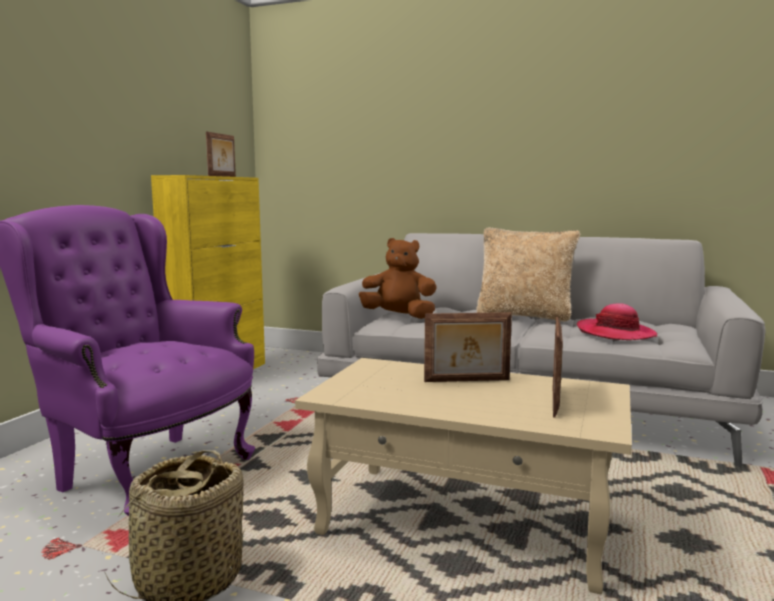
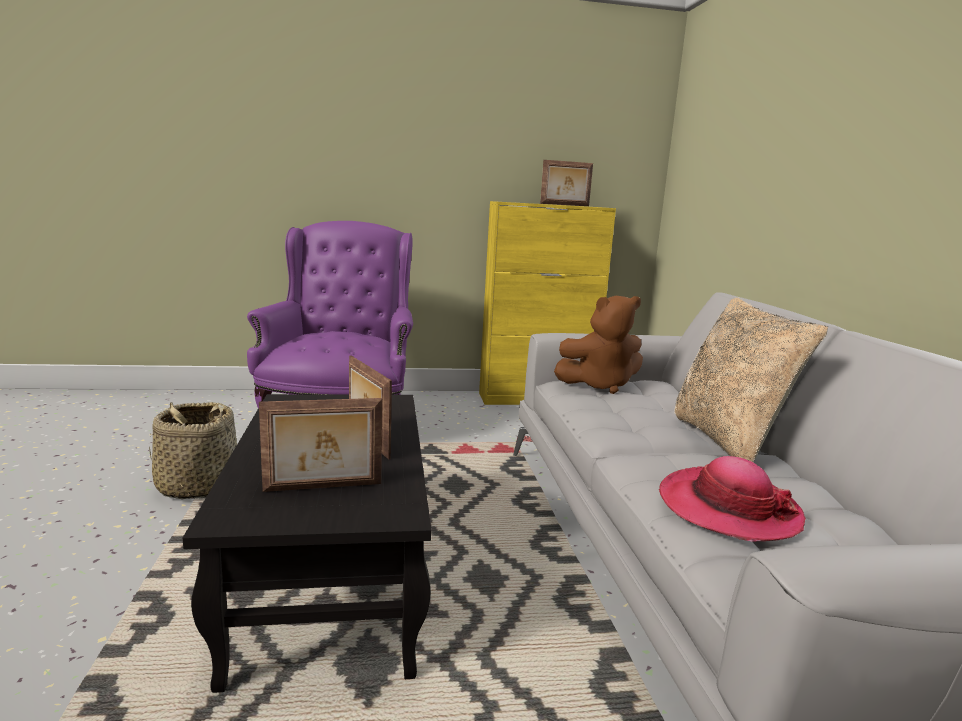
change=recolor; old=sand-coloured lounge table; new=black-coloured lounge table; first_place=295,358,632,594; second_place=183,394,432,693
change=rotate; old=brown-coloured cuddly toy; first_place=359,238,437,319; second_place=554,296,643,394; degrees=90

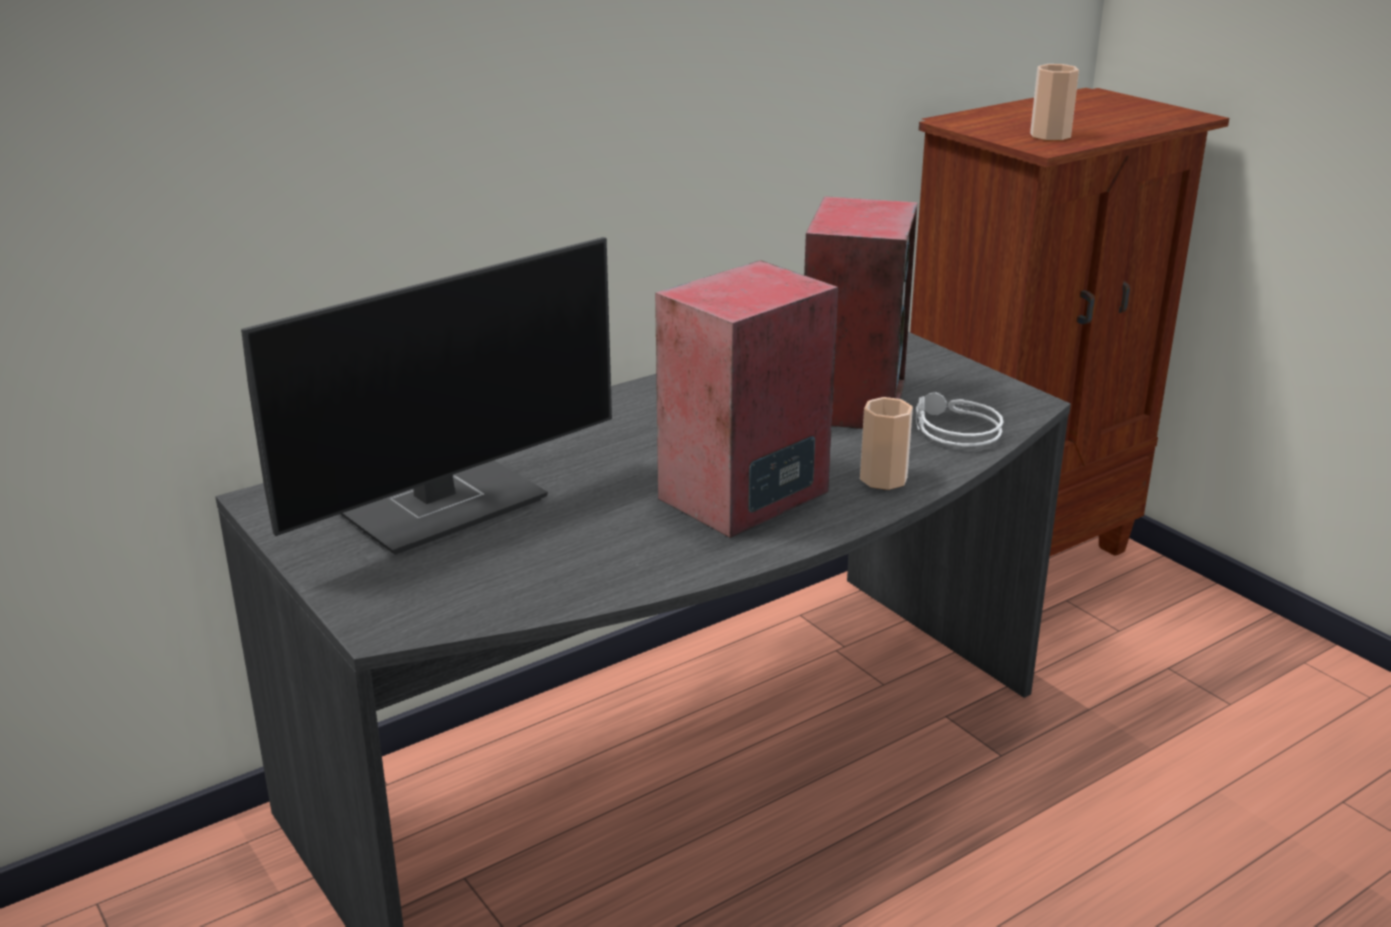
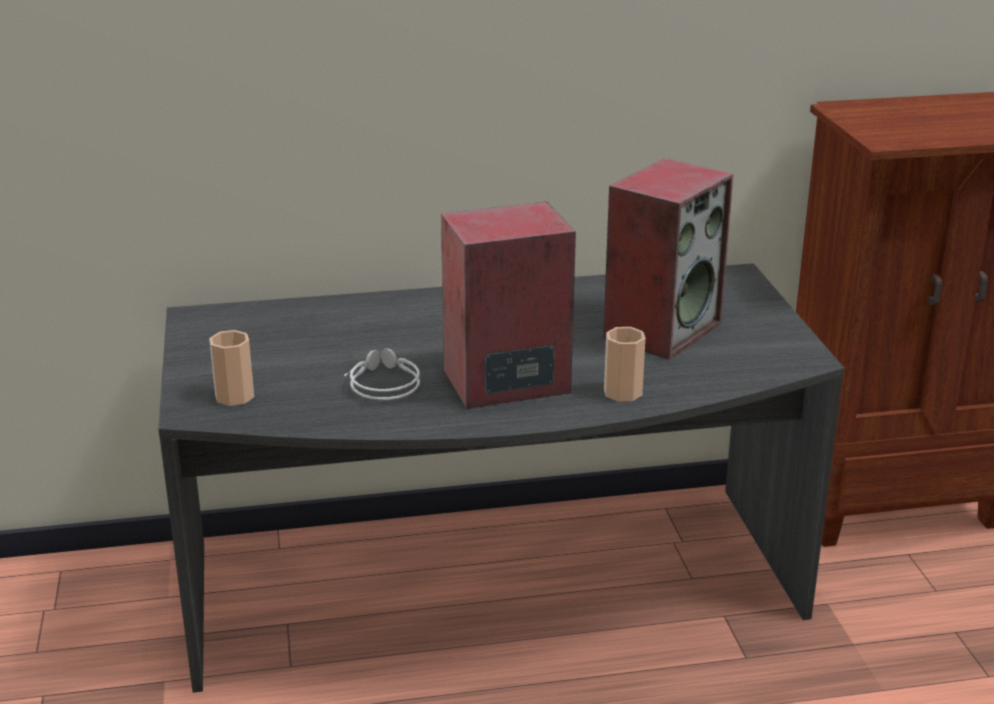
change=delete; old=monitor; first_place=241,237,612,555
change=move; old=greyish headset; first_place=916,392,1004,447; second_place=344,348,420,400
change=move; old=cup; first_place=1030,64,1079,141; second_place=209,330,254,406

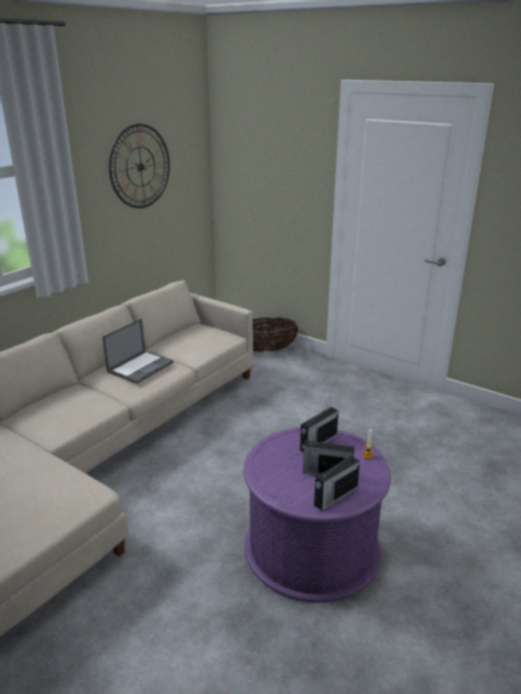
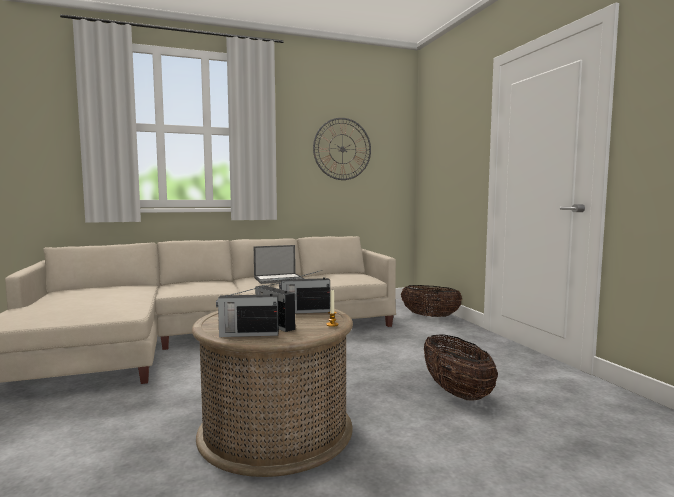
change=recolor; old=purple lounge table; new=brown-coloured lounge table; first_place=243,427,391,603; second_place=192,309,353,477
change=insert; new=basket; second_place=424,334,498,401

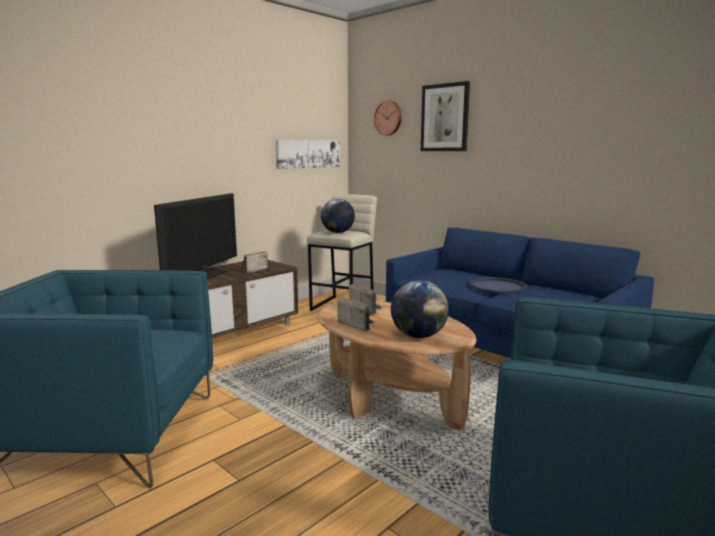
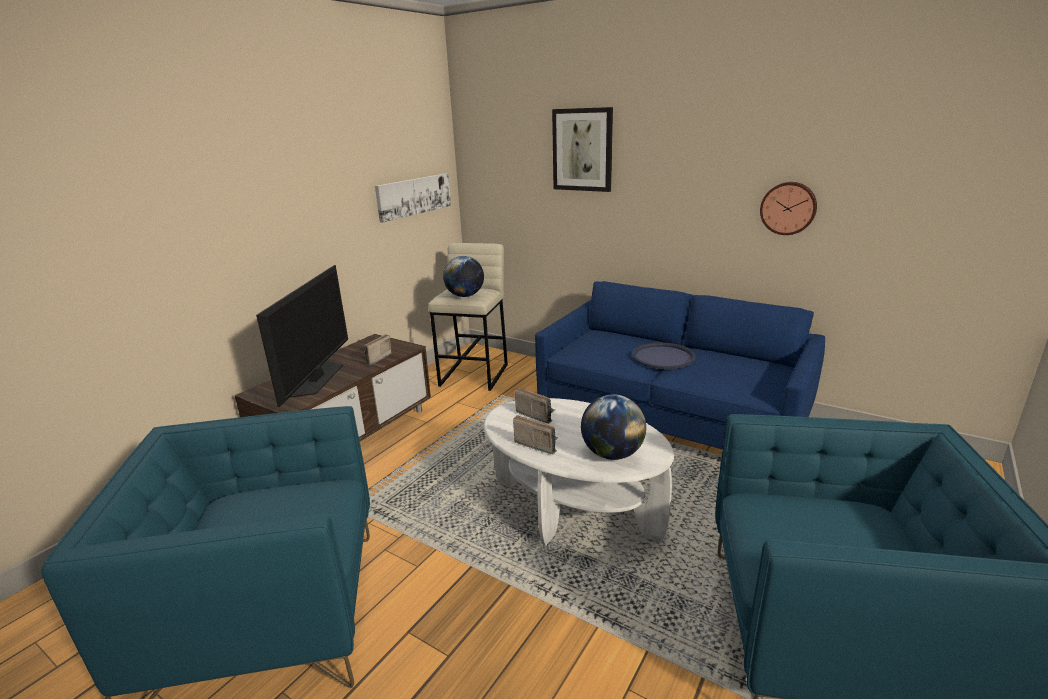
change=recolor; old=brown-coloured lounge table; new=white-coloured lounge table; first_place=317,301,476,430; second_place=483,398,674,545
change=move; old=clock on the wall; first_place=373,100,402,135; second_place=760,182,817,235

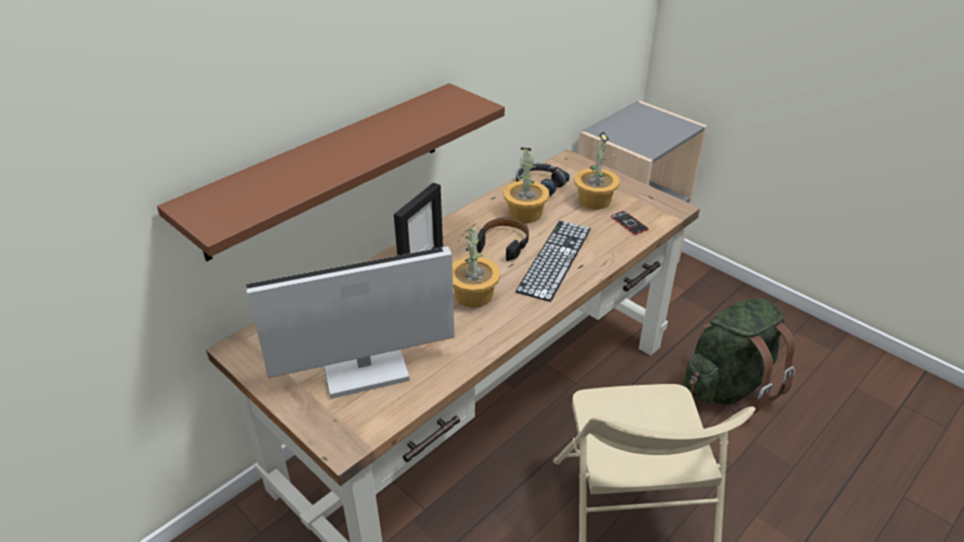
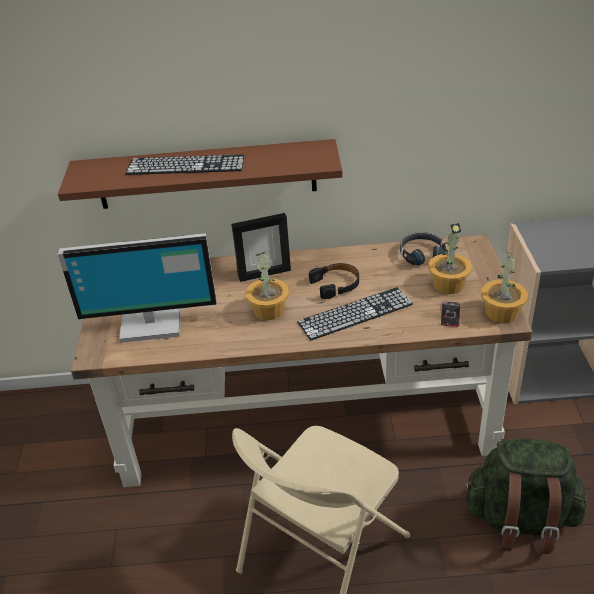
change=rotate; old=monitor; first_place=246,246,454,399; second_place=58,233,217,343; degrees=150
change=move; old=houseplant; first_place=503,148,549,223; second_place=481,251,528,323
change=insert; new=PC keyboard; second_place=126,155,245,175

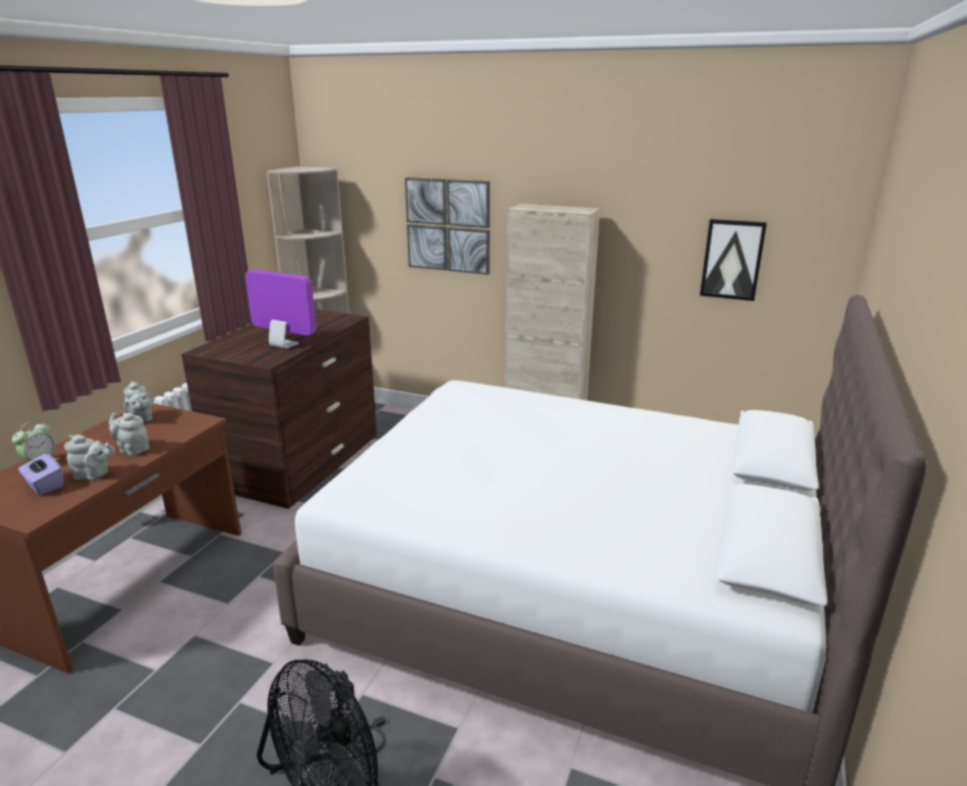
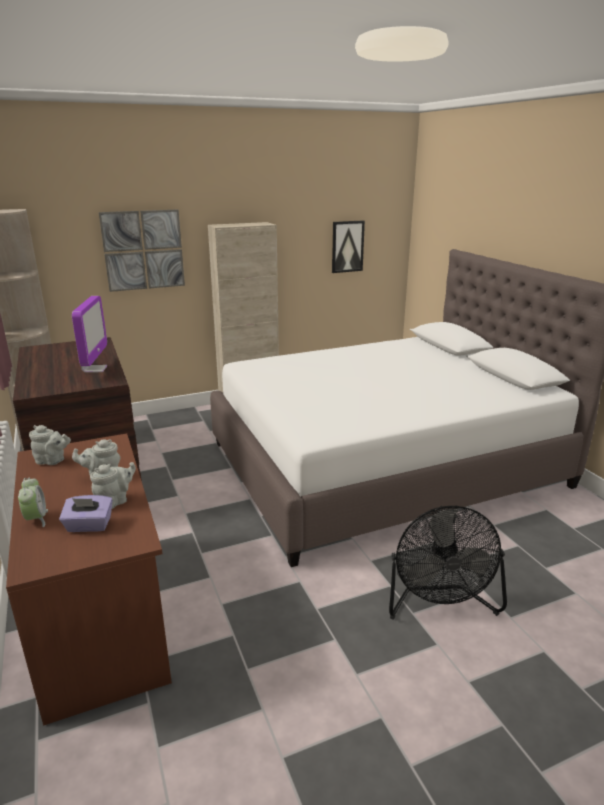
change=rotate; old=monitor; first_place=245,269,316,349; second_place=72,296,107,373; degrees=105

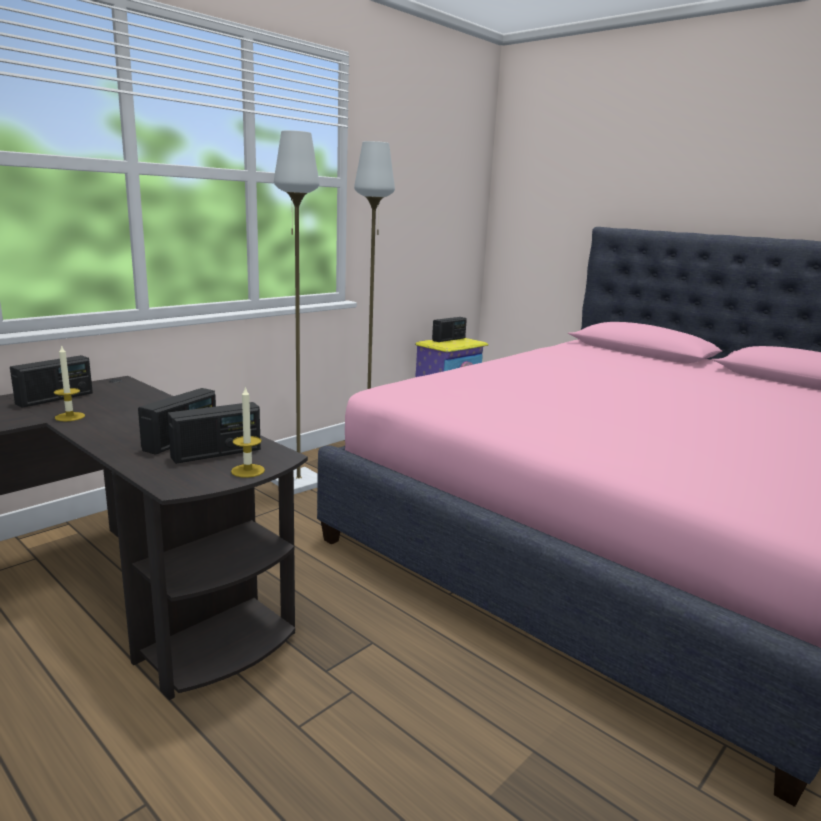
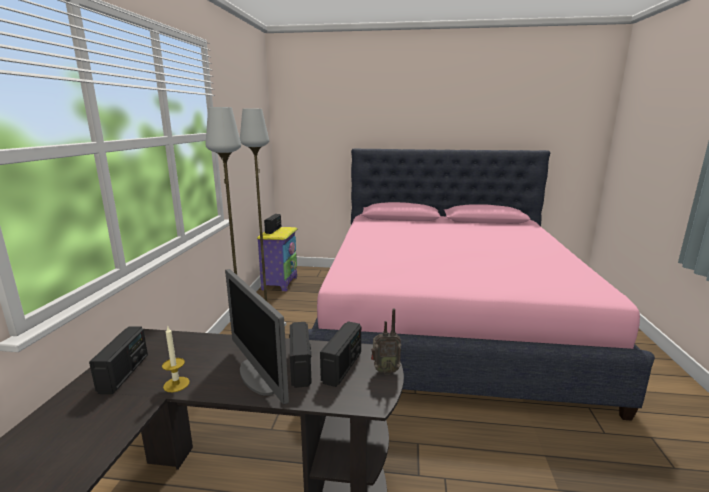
change=replace; old=candle; new=radio set; first_place=231,386,265,478; second_place=371,308,401,375
change=insert; new=monitor; second_place=225,269,289,405

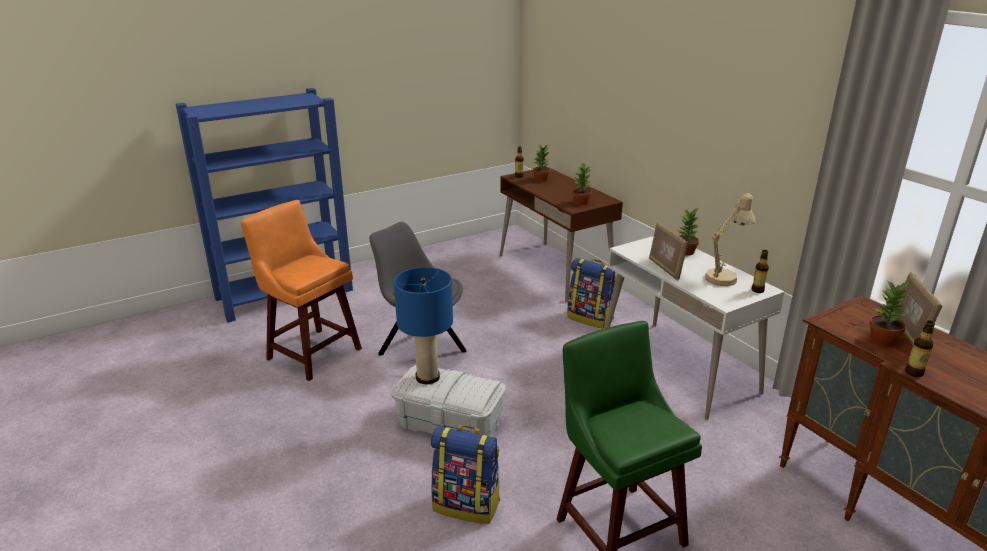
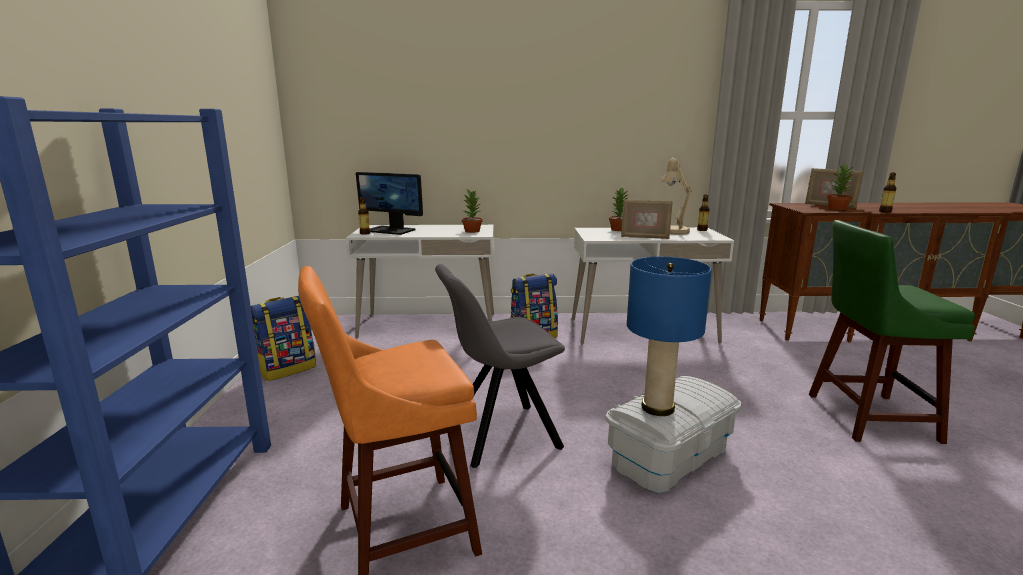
change=move; old=knapsack; first_place=431,425,500,524; second_place=251,296,316,381
change=recolor; old=brown-coloured desk; new=white-coloured desk; first_place=500,167,623,302; second_place=346,225,494,338
change=replace; old=houseplant; new=monitor; first_place=533,144,551,182; second_place=356,172,423,235

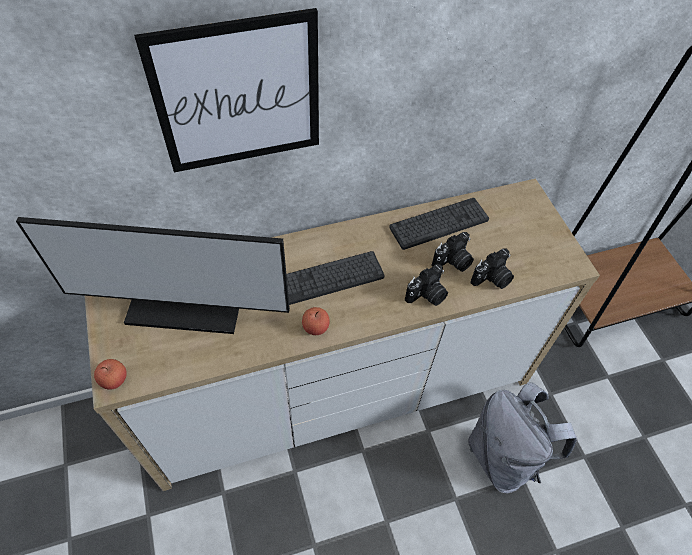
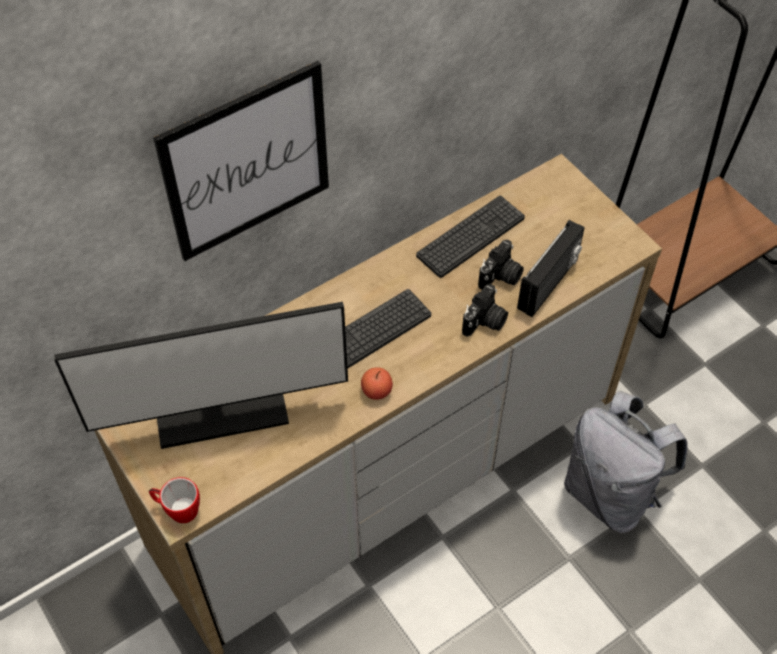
change=replace; old=apple fruit; new=tea mug; first_place=94,359,127,390; second_place=149,477,200,523
change=replace; old=photo camera; new=radio set; first_place=470,249,514,289; second_place=517,220,585,317

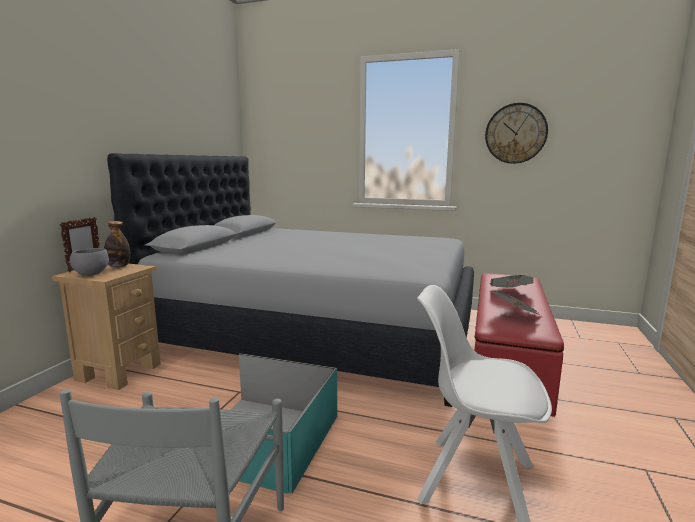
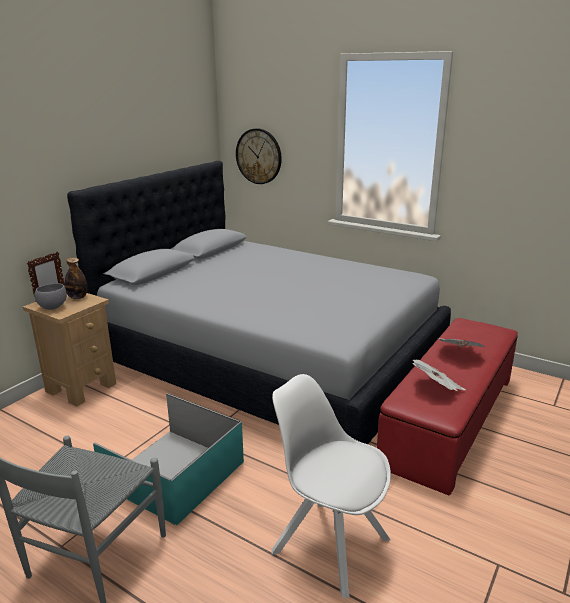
change=move; old=clock on the wall; first_place=485,103,548,164; second_place=236,128,282,184

